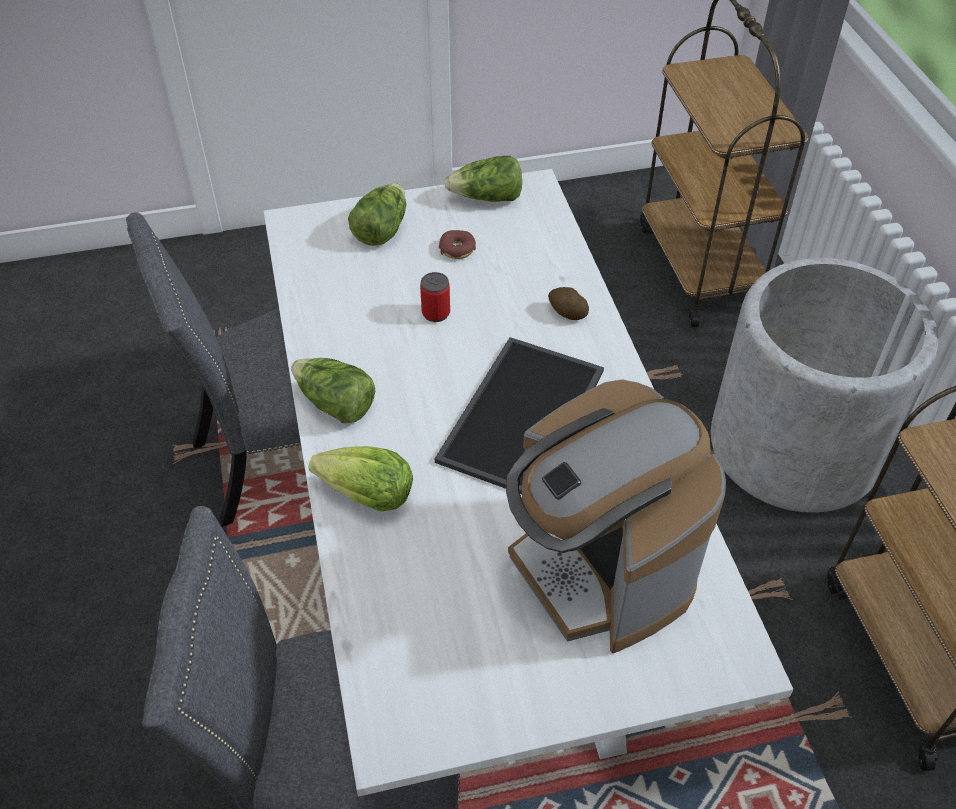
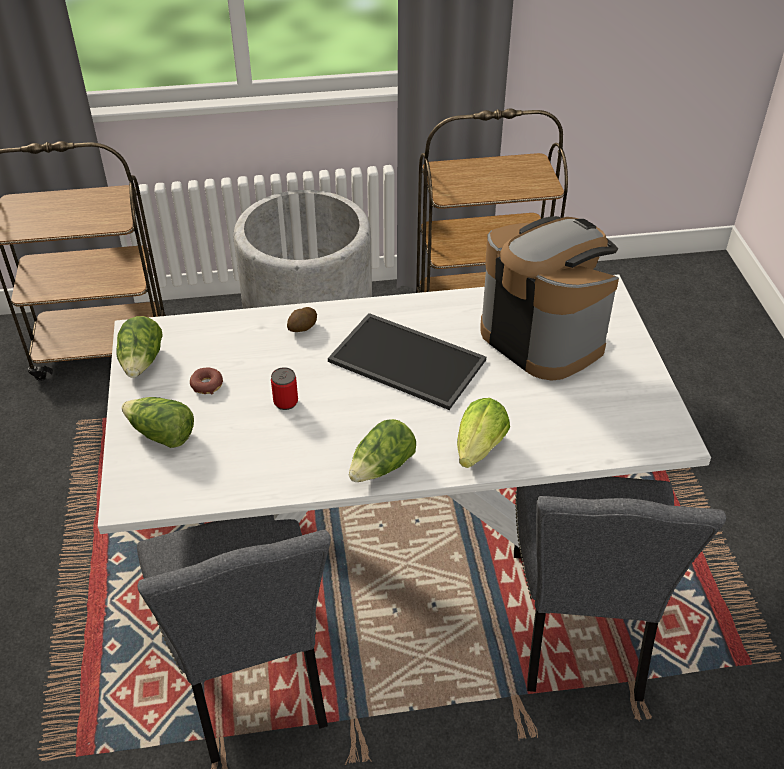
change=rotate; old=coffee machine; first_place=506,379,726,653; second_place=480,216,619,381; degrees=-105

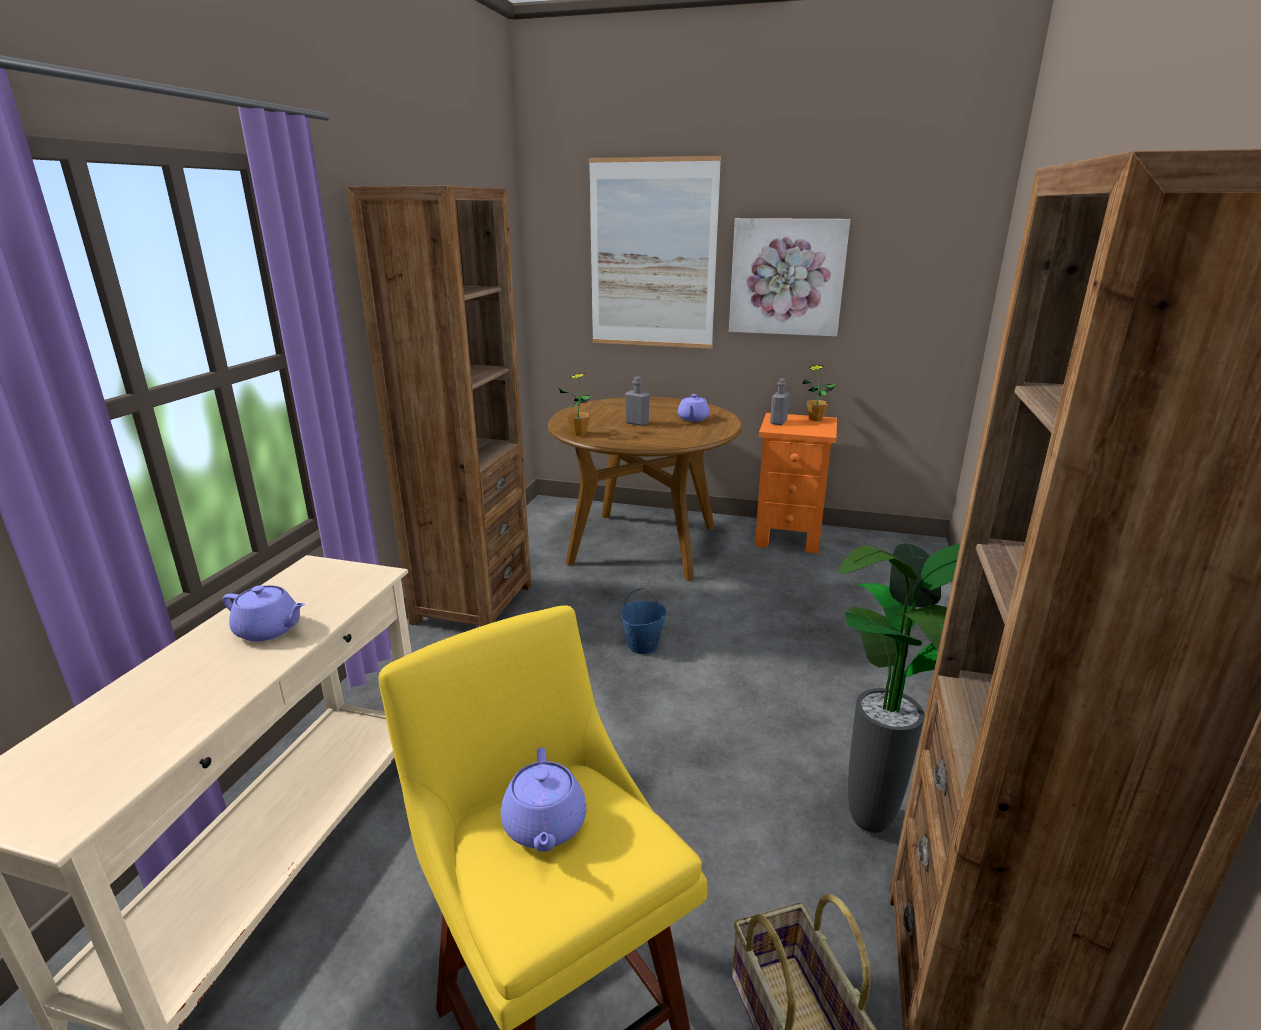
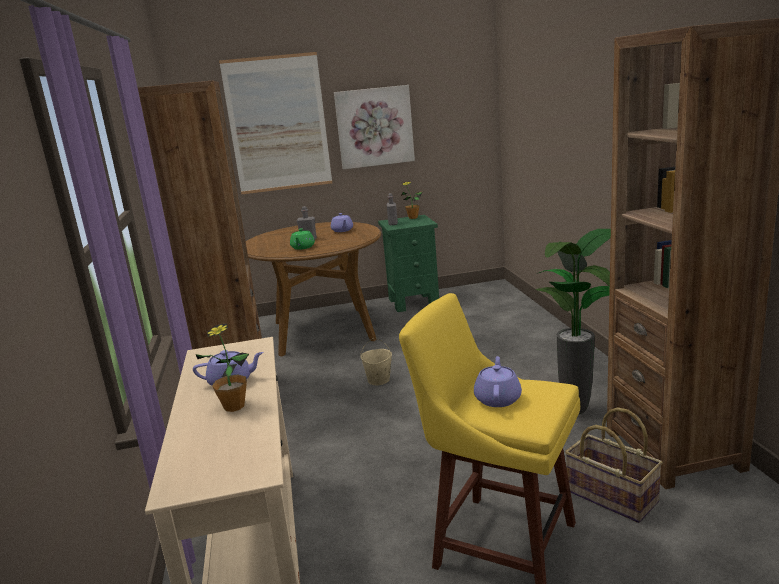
change=rotate; old=purple teapot; first_place=501,747,586,852; second_place=474,356,522,407; degrees=-135
change=move; old=houseplant; first_place=559,373,592,436; second_place=196,323,249,412
change=recolor; old=blue-coloured pail; new=sand-coloured pail; first_place=621,588,667,654; second_place=360,338,392,385
change=recolor; old=orangey nightstand; new=green-coloured nightstand; first_place=755,413,837,553; second_place=378,215,439,312
change=insert; new=green-coloured teapot; second_place=290,228,315,250

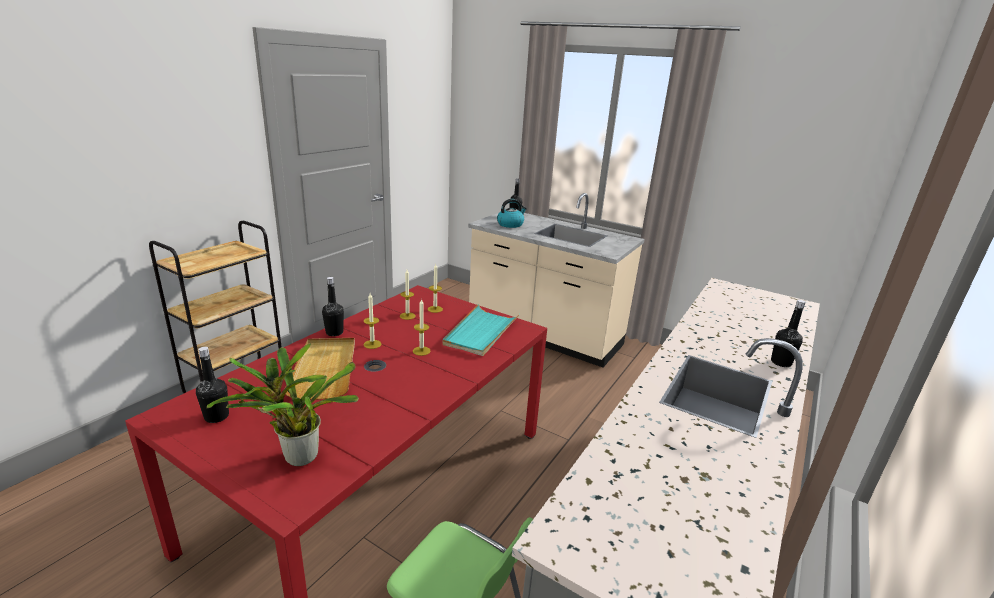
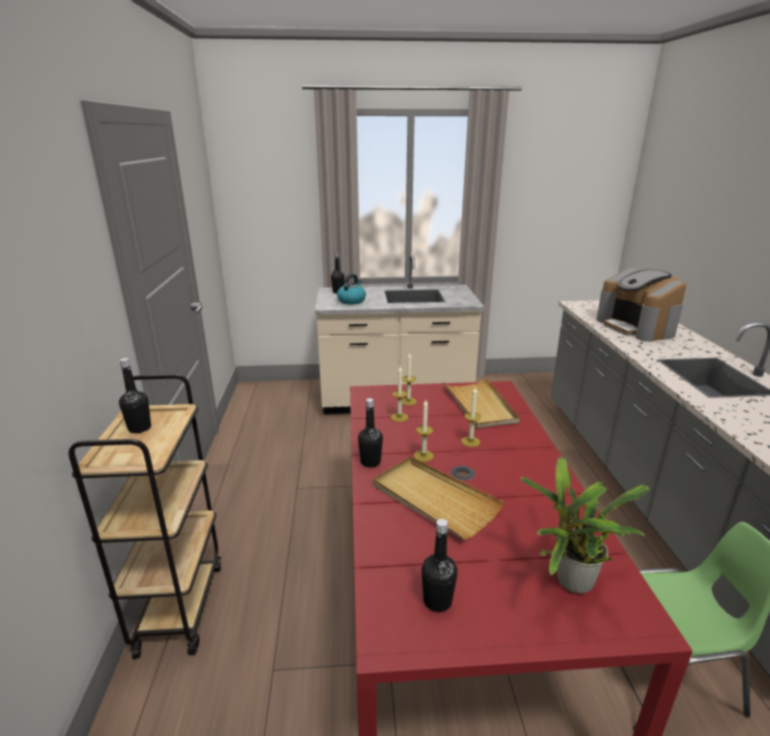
change=recolor; old=turquoise-coloured carrying tray; new=sand-coloured carrying tray; first_place=442,304,520,356; second_place=443,377,520,429
change=move; old=black-coloured bottle; first_place=771,300,806,367; second_place=119,358,151,433
change=insert; new=coffee machine; second_place=596,268,686,342

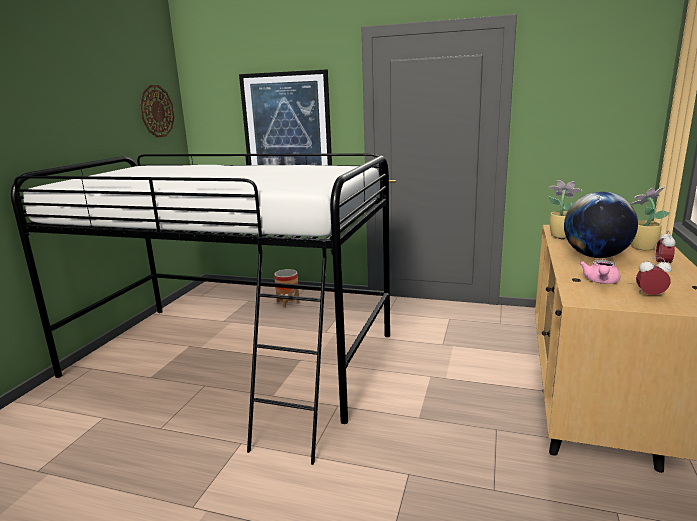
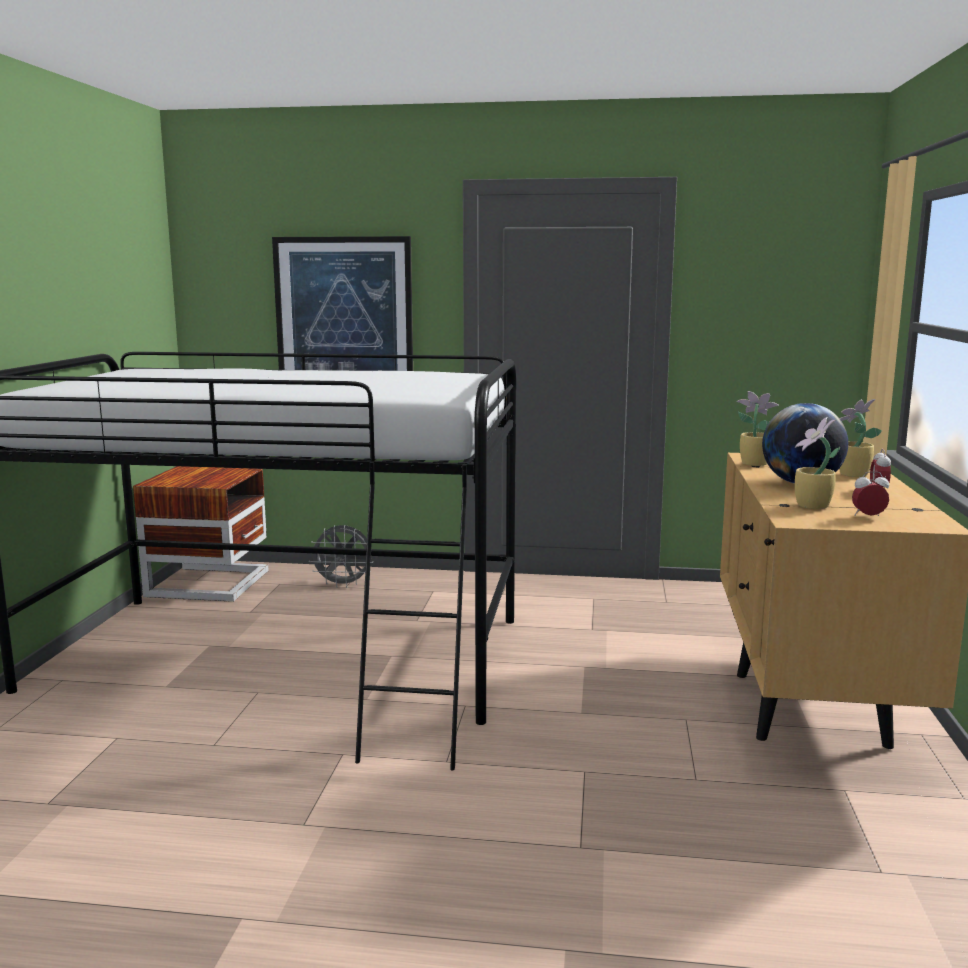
change=delete; old=clock on the wall; first_place=140,85,174,138
change=replace; old=planter; new=greyish electric fan; first_place=274,269,300,307; second_place=309,525,374,588
change=replace; old=pink-coloured teapot; new=houseplant; first_place=580,260,620,284; second_place=795,417,840,509
change=insert; new=nightstand; second_place=133,466,269,602

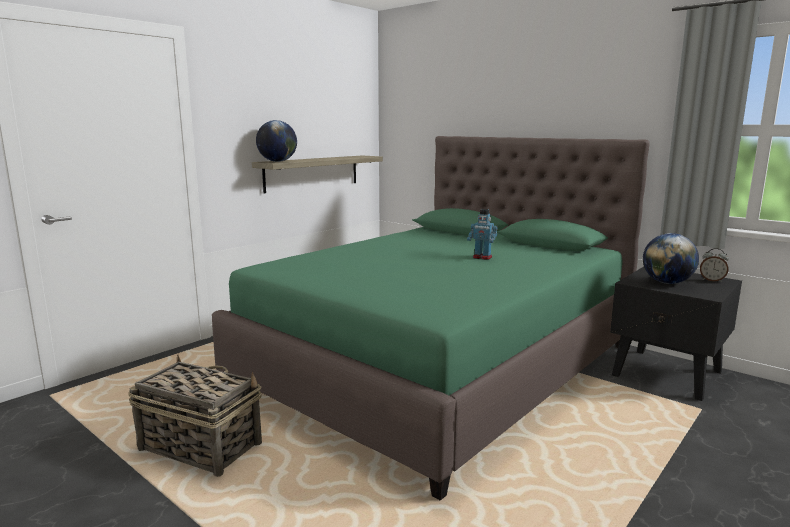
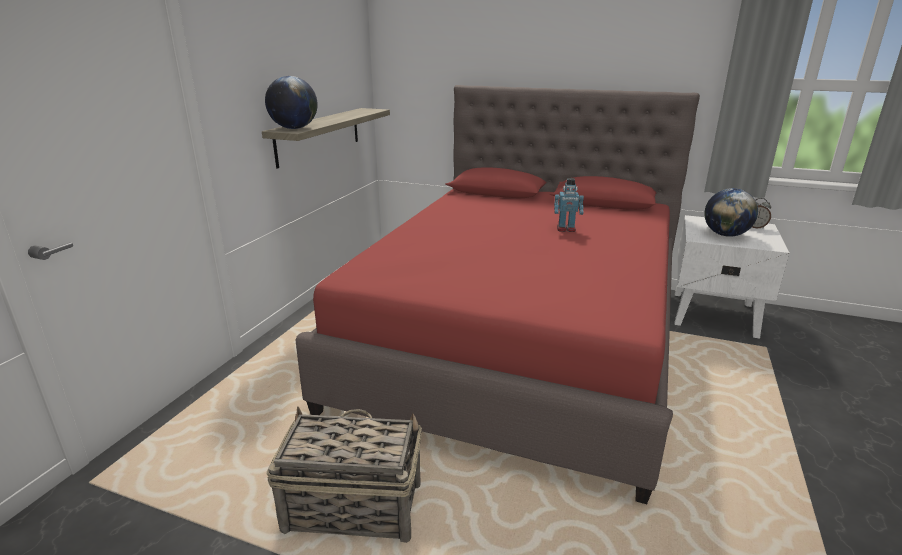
change=recolor; old=green-coloured bed; new=red bed; first_place=212,136,650,501; second_place=296,85,700,504
change=recolor; old=black-coloured nightstand; new=white-coloured nightstand; first_place=610,267,742,401; second_place=674,215,790,339

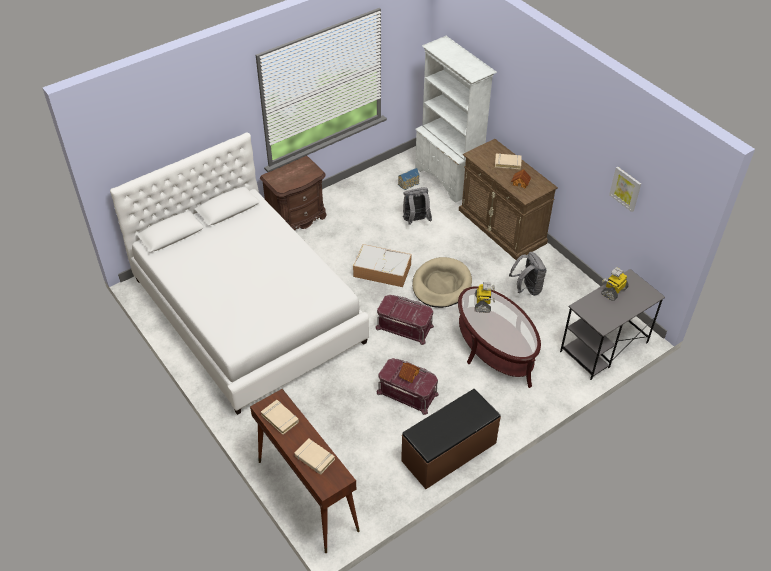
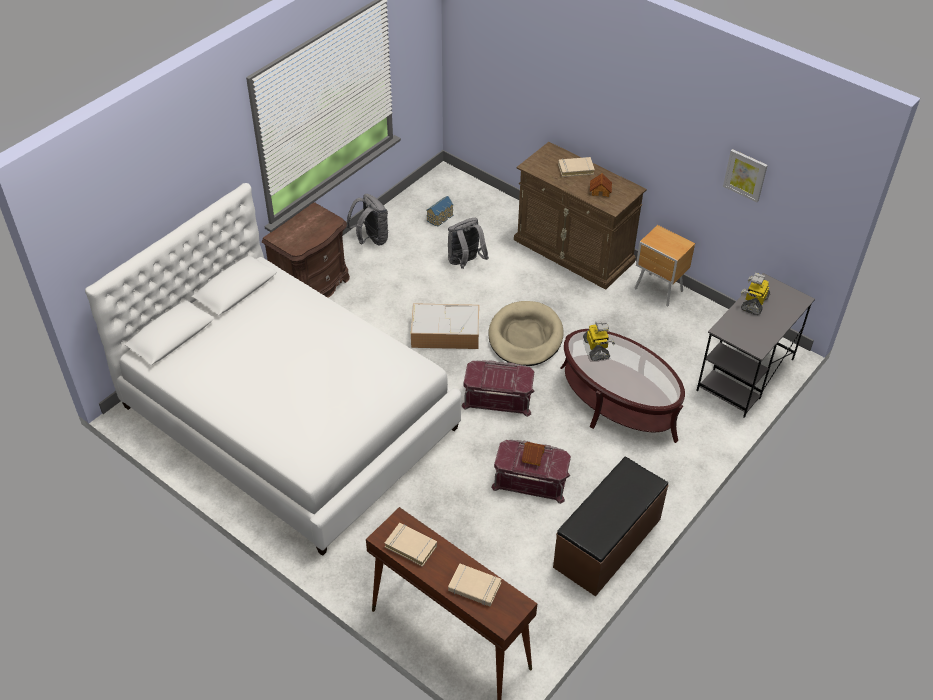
change=delete; old=white-coloured bookcase; first_place=415,36,497,203
change=move; old=greyish knapsack; first_place=509,252,546,296; second_place=347,194,388,245
change=insert; new=brown-coloured nightstand; second_place=635,225,695,306

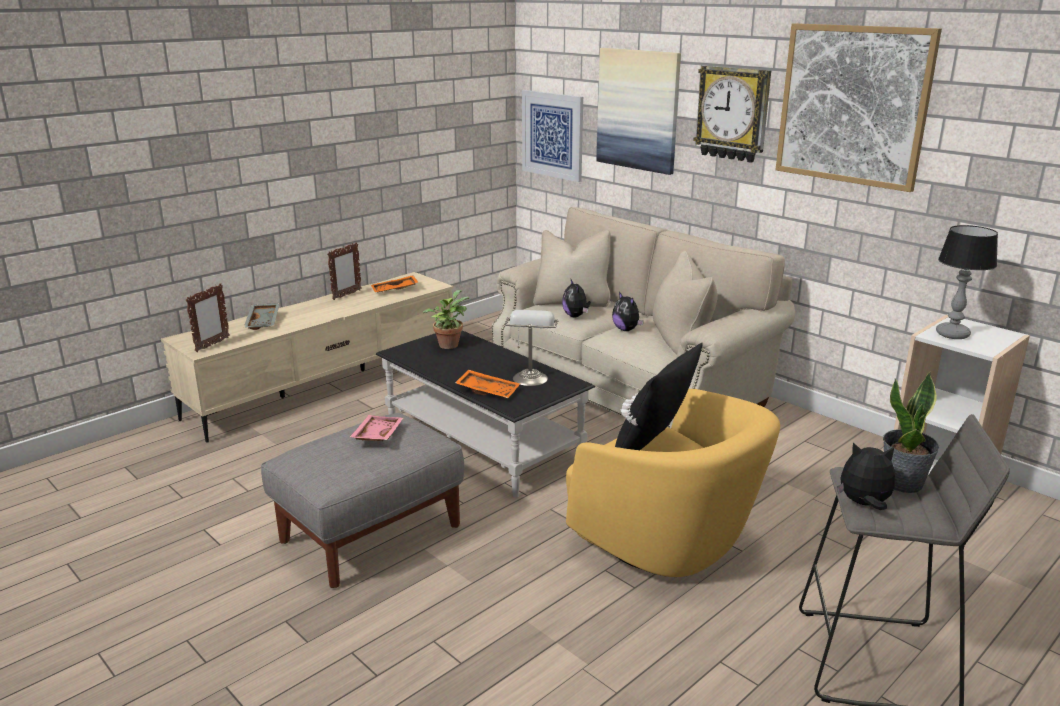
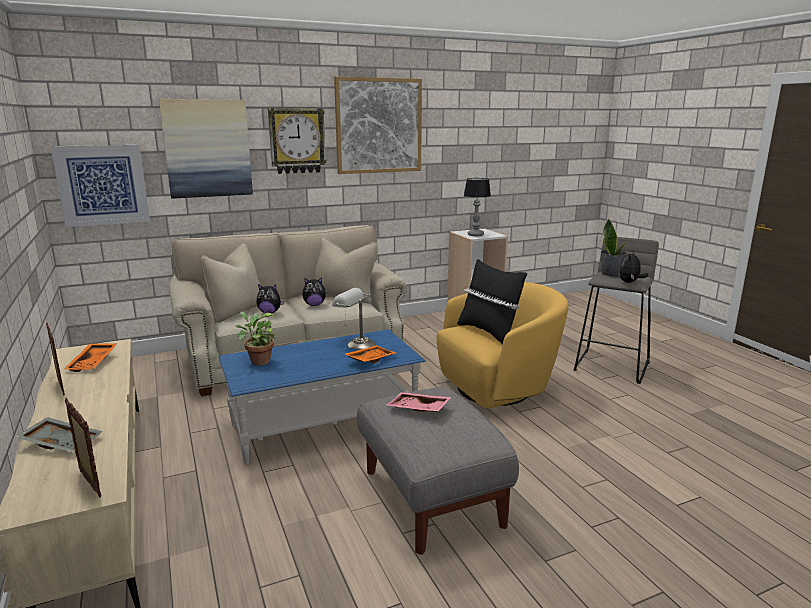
change=recolor; old=black-coloured lounge table; new=blue-coloured lounge table; first_place=376,330,595,498; second_place=218,329,425,465

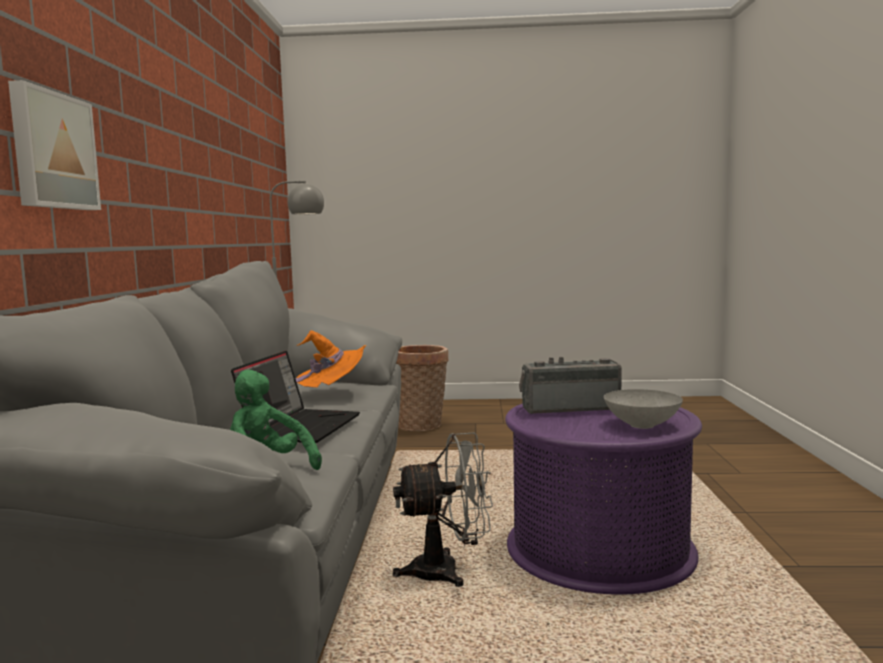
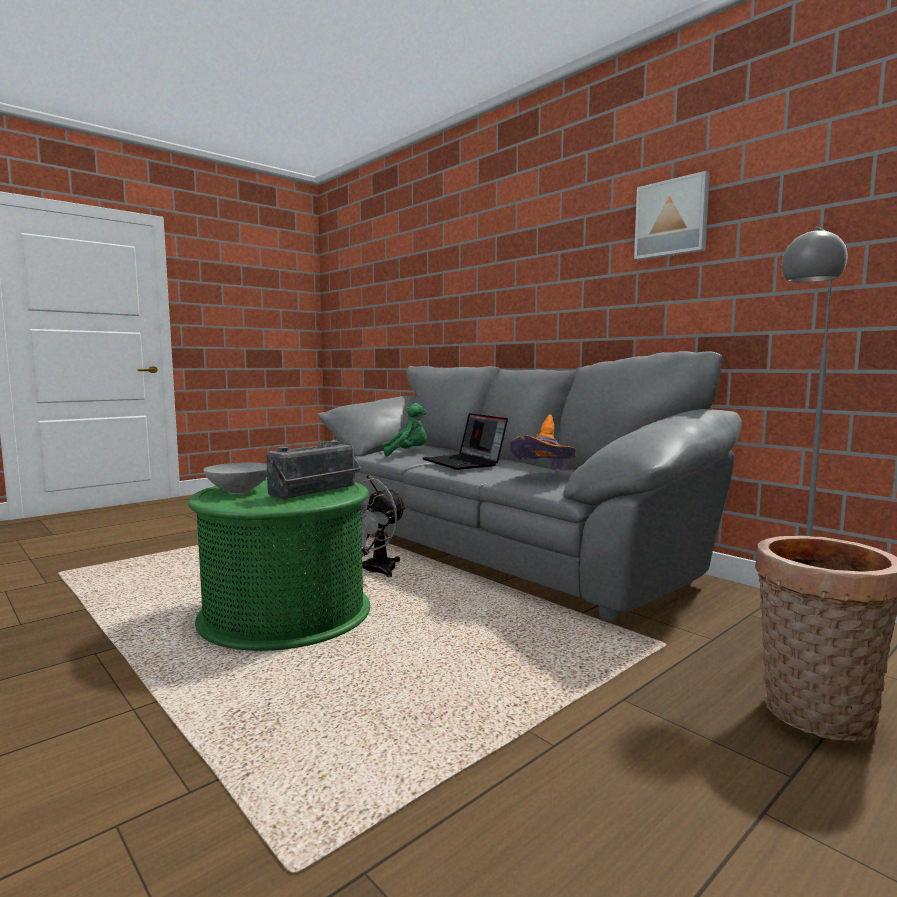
change=move; old=wall art; first_place=8,80,101,210; second_place=634,171,710,260
change=recolor; old=purple lounge table; new=green-coloured lounge table; first_place=505,404,702,595; second_place=188,478,370,651

